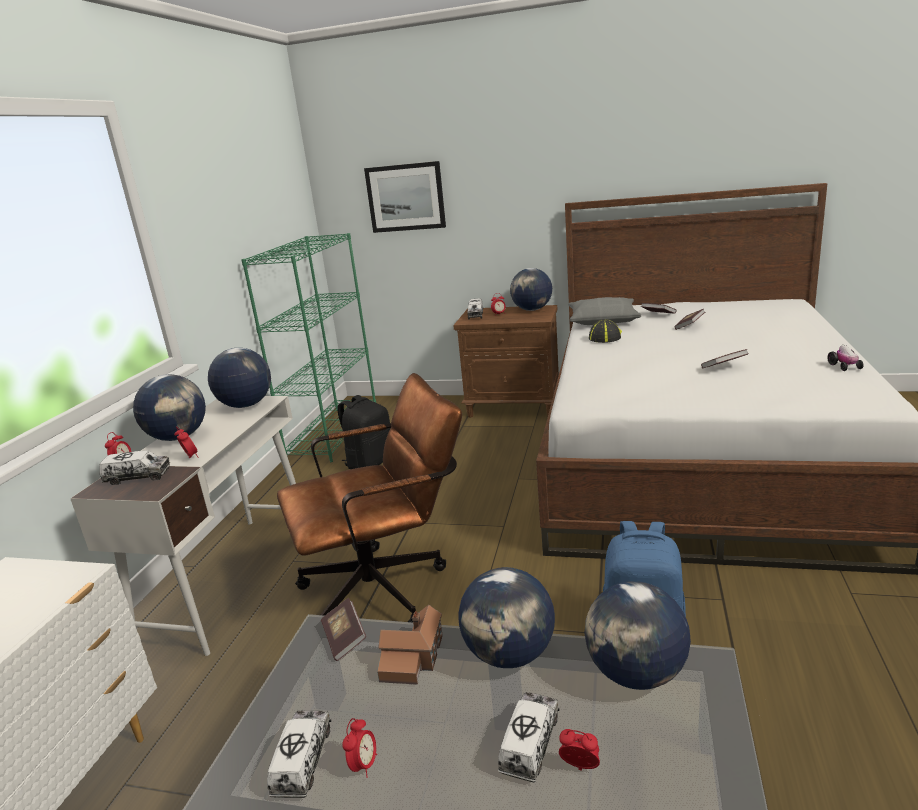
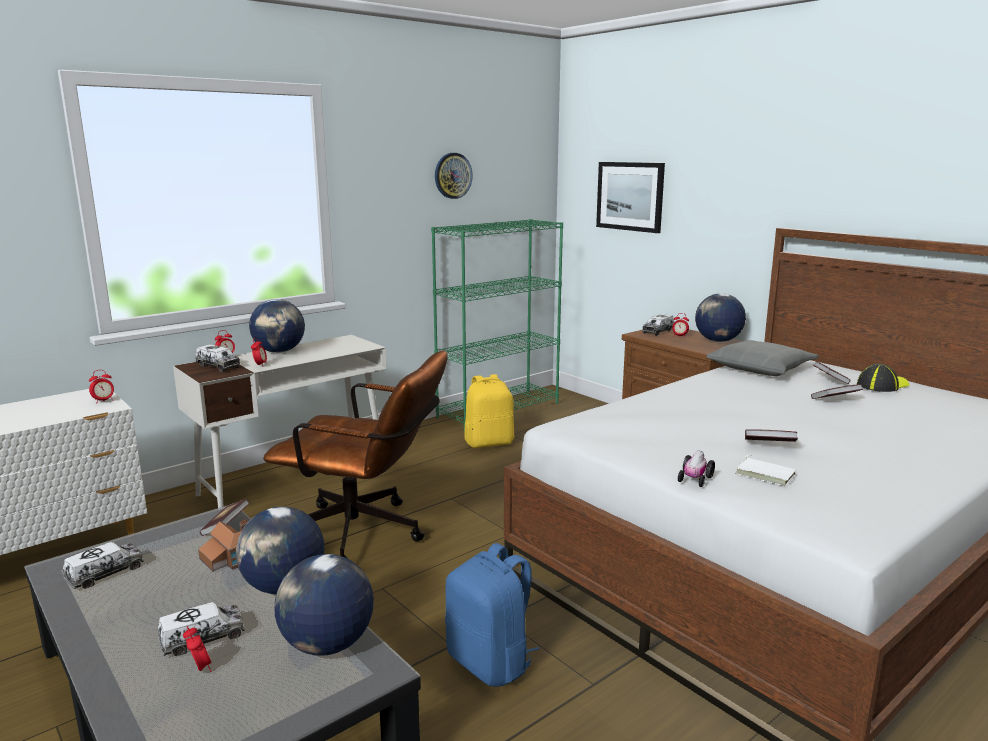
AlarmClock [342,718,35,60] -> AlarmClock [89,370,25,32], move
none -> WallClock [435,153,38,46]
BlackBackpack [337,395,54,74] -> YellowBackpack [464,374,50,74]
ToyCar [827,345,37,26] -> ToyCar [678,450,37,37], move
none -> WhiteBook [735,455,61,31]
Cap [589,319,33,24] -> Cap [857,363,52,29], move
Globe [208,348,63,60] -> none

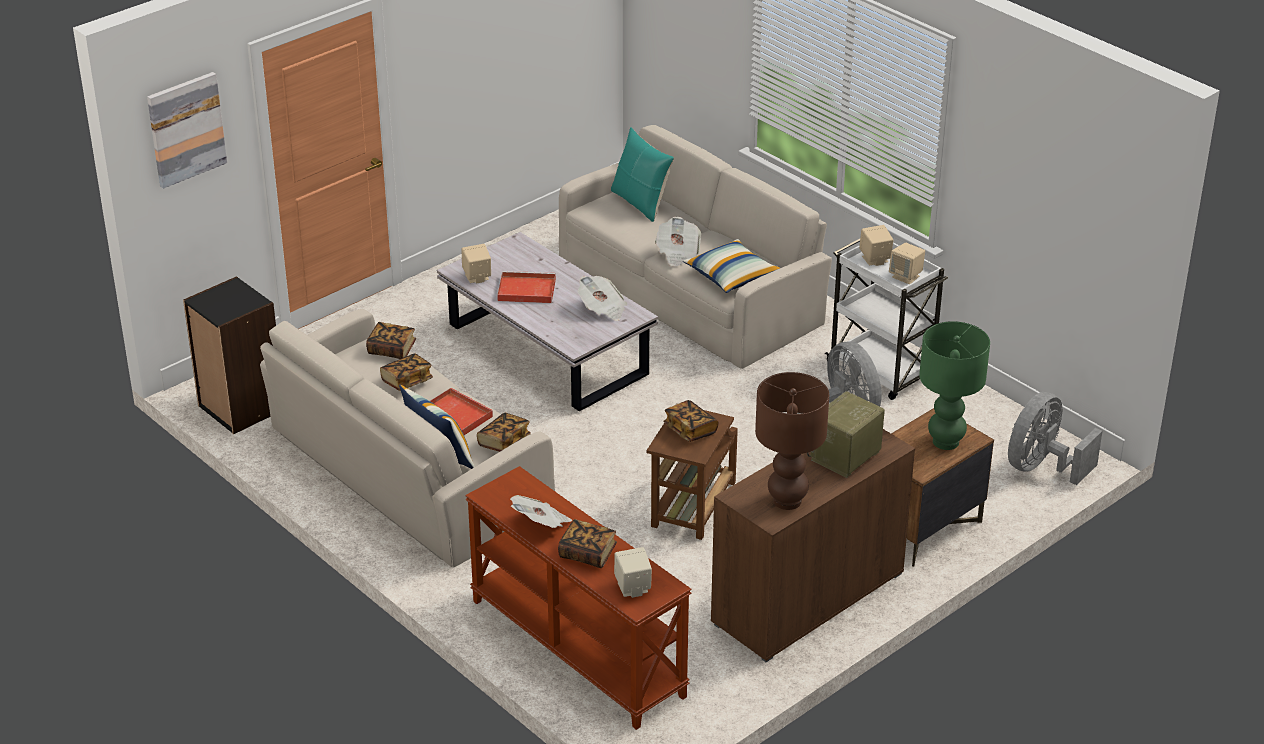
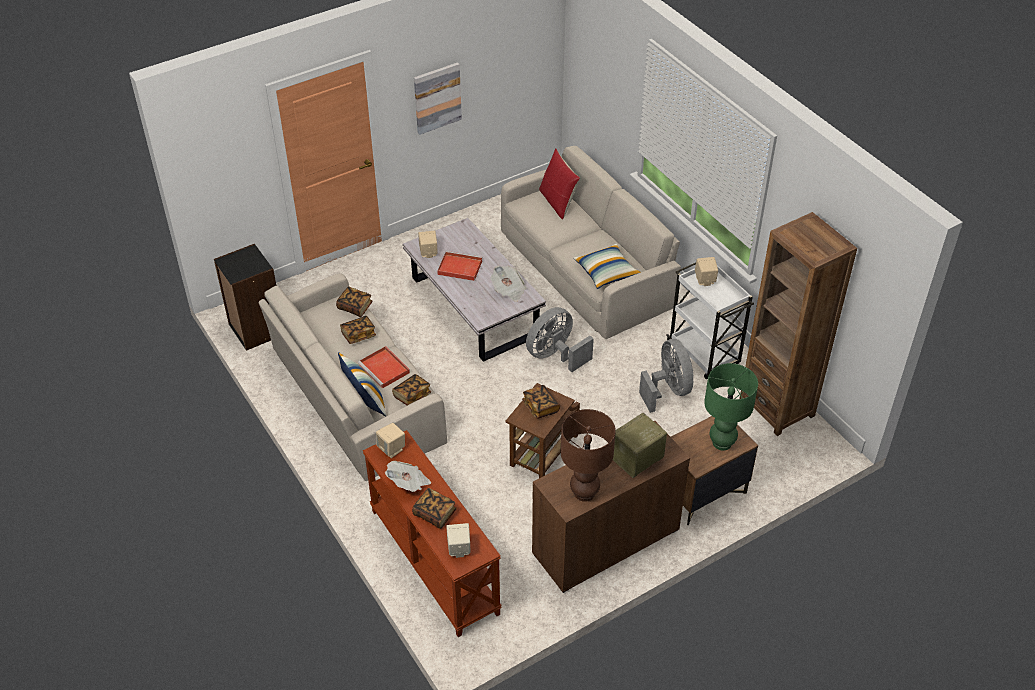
BeigeSpeaker [889,243,36,41] -> BeigeSpeaker [376,423,29,35], move
Picture [147,72,80,117] -> Picture [414,62,48,73], move
GreyFan [1008,392,95,93] -> GreyFan [526,307,68,65], move
TurquoisePillow [611,127,63,95] -> RedPillow [539,148,41,71]
none -> BrownBookcase [739,212,118,224]
Newspaper [655,217,46,50] -> none

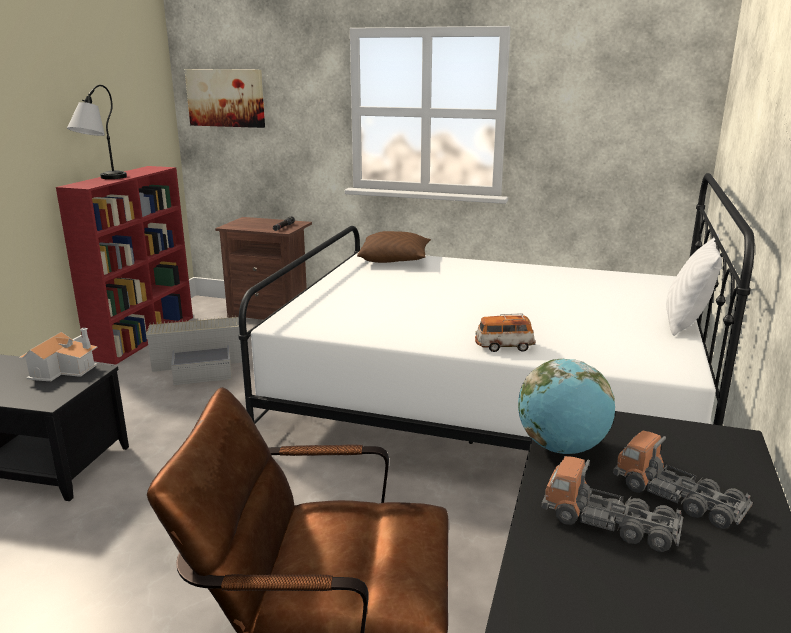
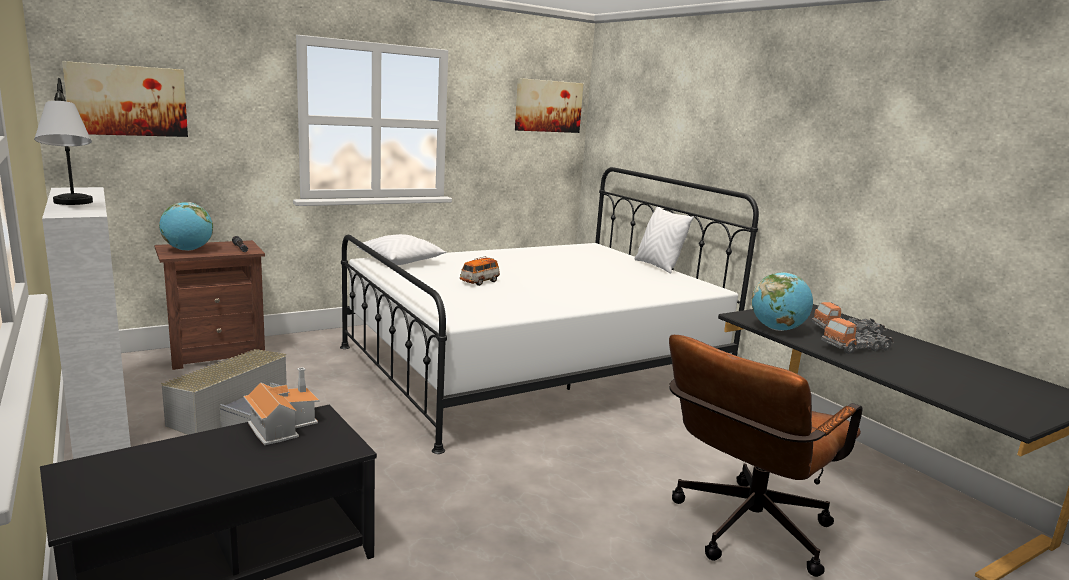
RedBookcase [56,166,137,199] -> WhiteBookcase [42,187,89,272]
none -> Globe [159,202,54,49]
BrownPillow [357,231,74,32] -> WhitePillow [357,234,90,31]
ToyCar [475,314,61,38] -> ToyCar [460,256,40,30], move
none -> Picture [515,78,68,55]

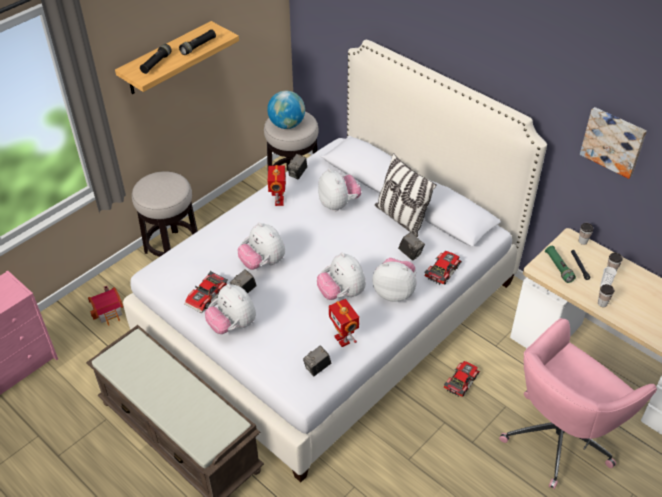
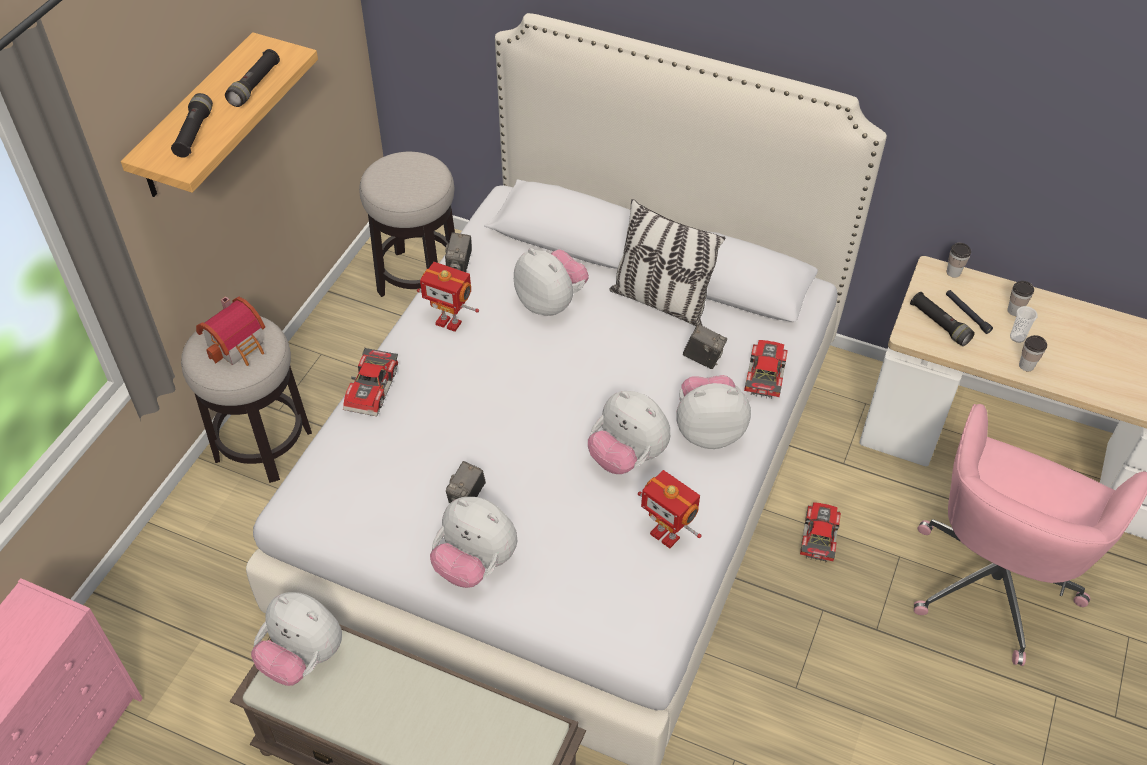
ToyHouse [88,286,35,40] -> ToyHouse [196,296,69,70], move
PlushToy [238,222,47,48] -> PlushToy [251,592,91,94], move
ToyCar [184,271,44,42] -> ToyCar [343,347,55,69], move
ToyRobot [268,165,18,41] -> ToyRobot [417,262,62,70], 135 degrees clockwise
GreenFlashlight [545,246,31,37] -> BlackFlashlight [910,292,65,54]
Globe [267,91,38,38] -> none
PhotoCamera [303,345,28,31] -> none
Picture [580,107,67,72] -> none

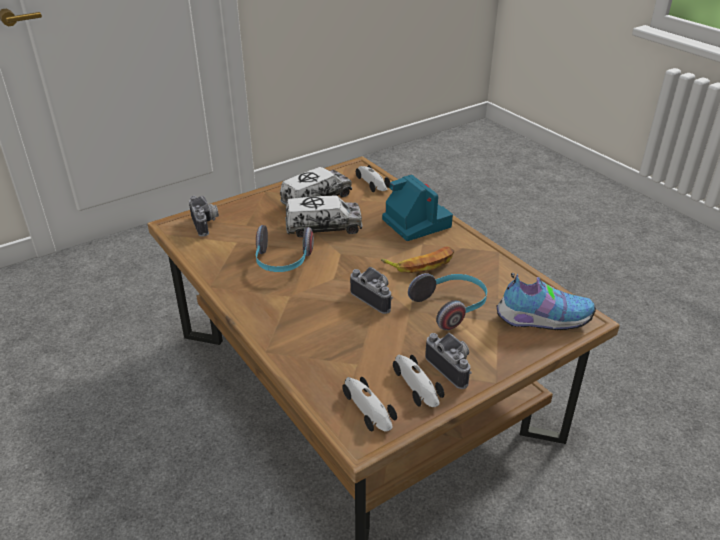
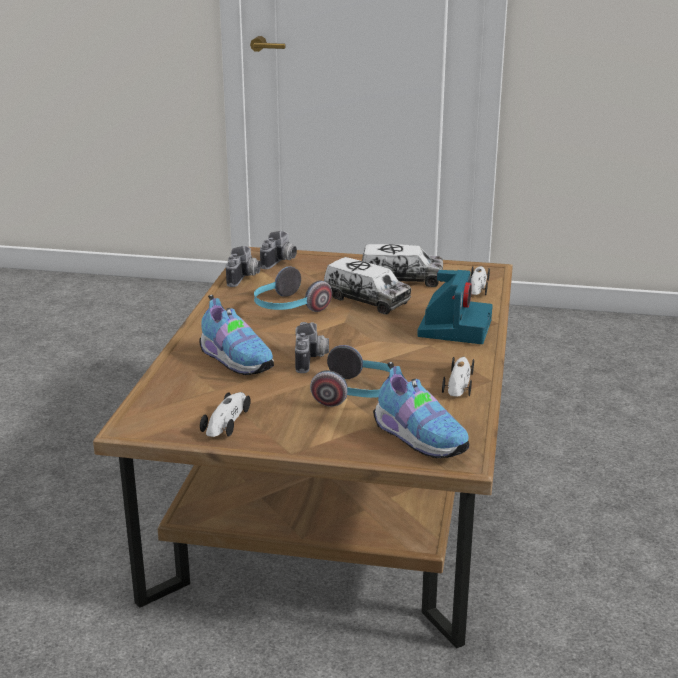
none -> Shoe [200,295,74,80]
PhotoCamera [425,333,47,56] -> PhotoCamera [226,246,35,41], move
ToyCar [342,377,55,55] -> ToyCar [442,356,32,41], move
Banana [381,246,73,27] -> none

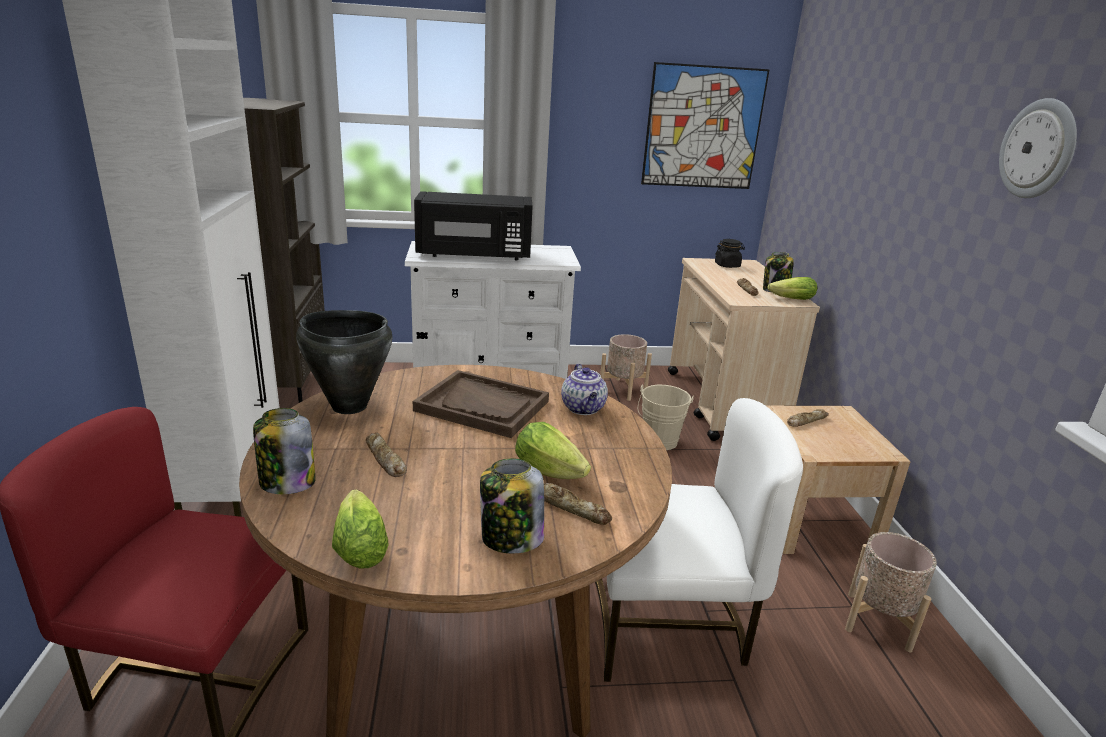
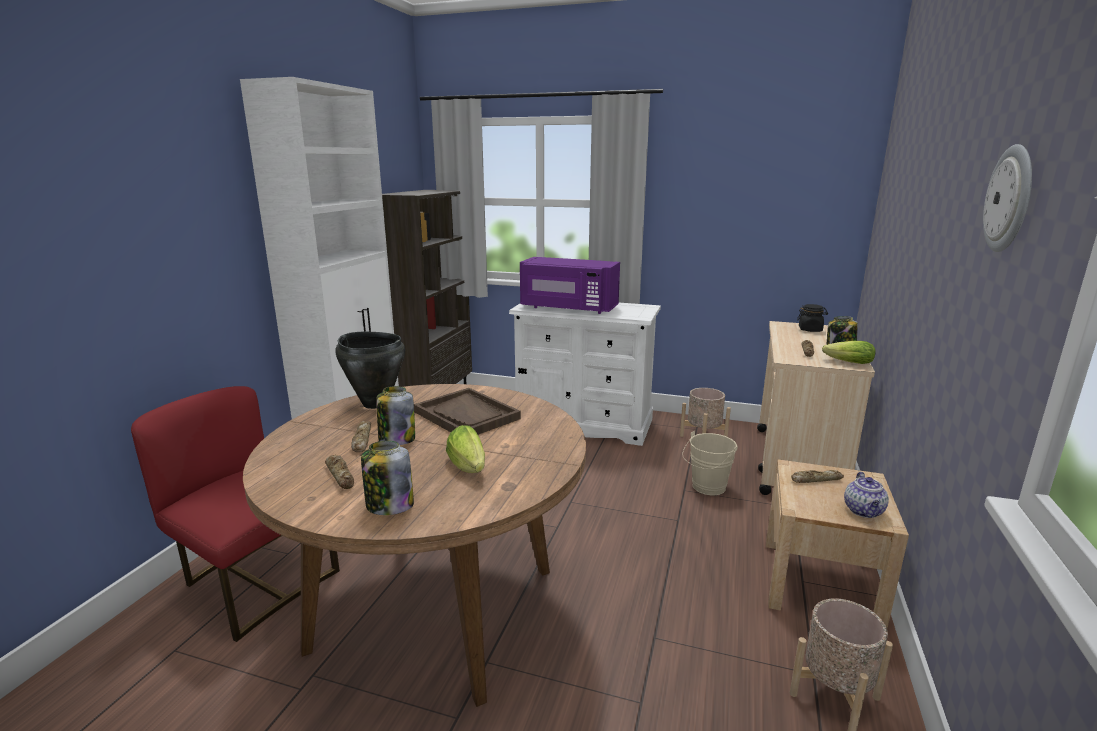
Bread [544,483,68,42] -> Bread [325,455,29,34], move
Jar [253,408,63,86] -> Jar [376,386,39,59], move
BlackMicrowave [414,191,119,69] -> PurpleMicrowave [520,257,100,57]
Teapot [561,364,47,51] -> Teapot [844,472,45,46], move
Lettuce [332,489,57,79] -> none
WhiteChair [595,398,208,284] -> none
Picture [641,62,129,127] -> none

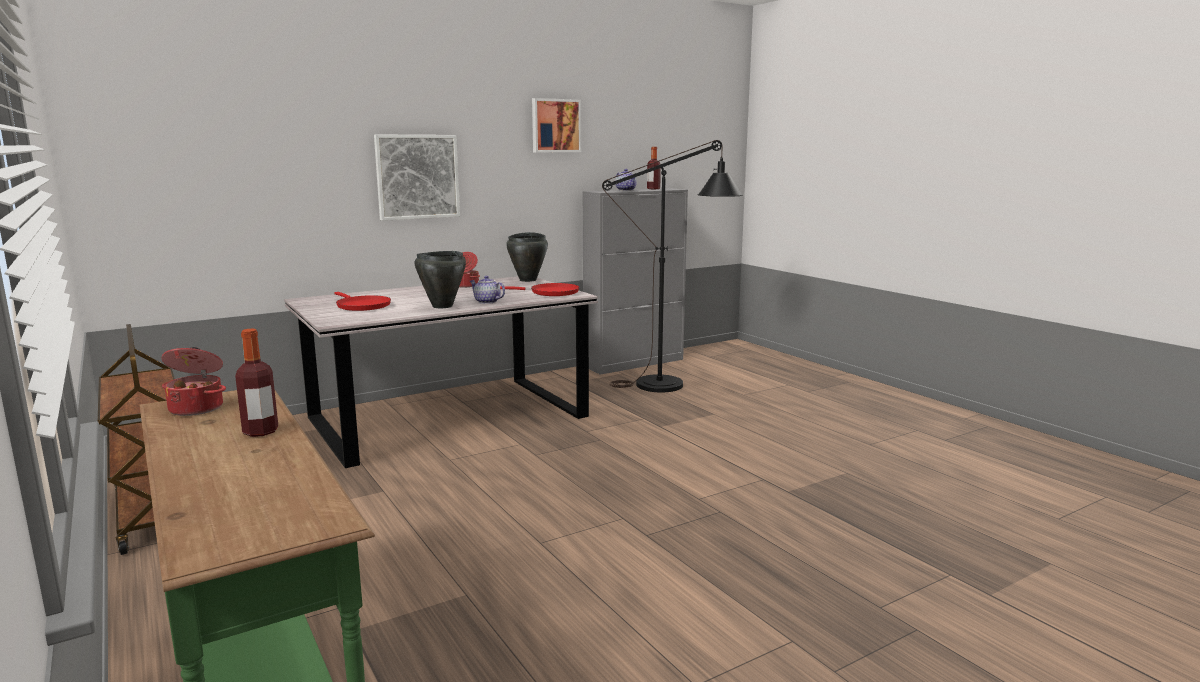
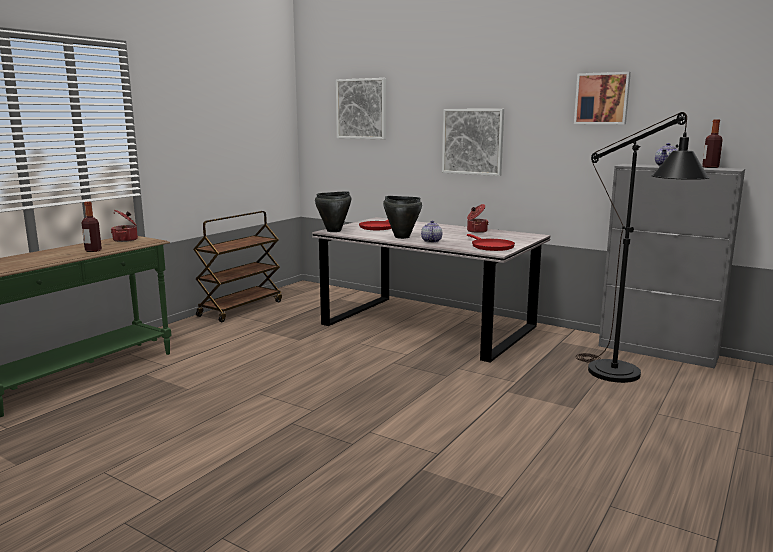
BlackCookingPot [506,232,42,50] -> BlackCookingPot [315,191,36,41], move
none -> Picture [336,78,50,61]

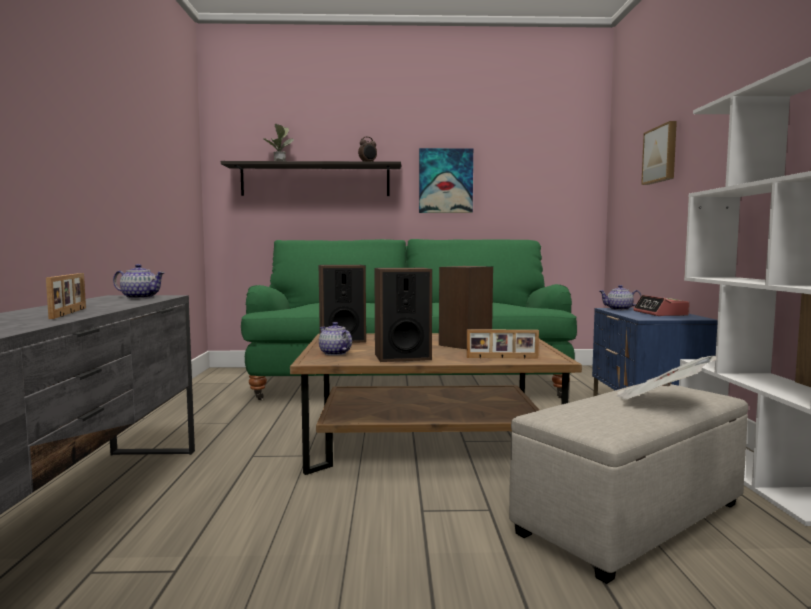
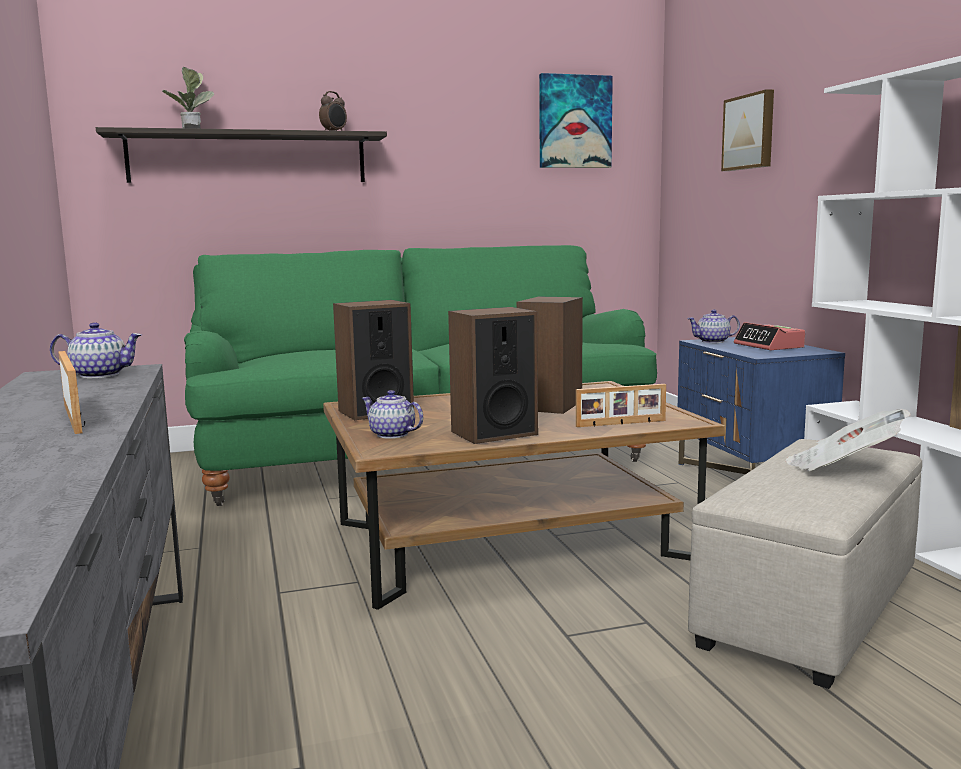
Picture [419,148,54,65] -> Picture [539,73,74,95], move

